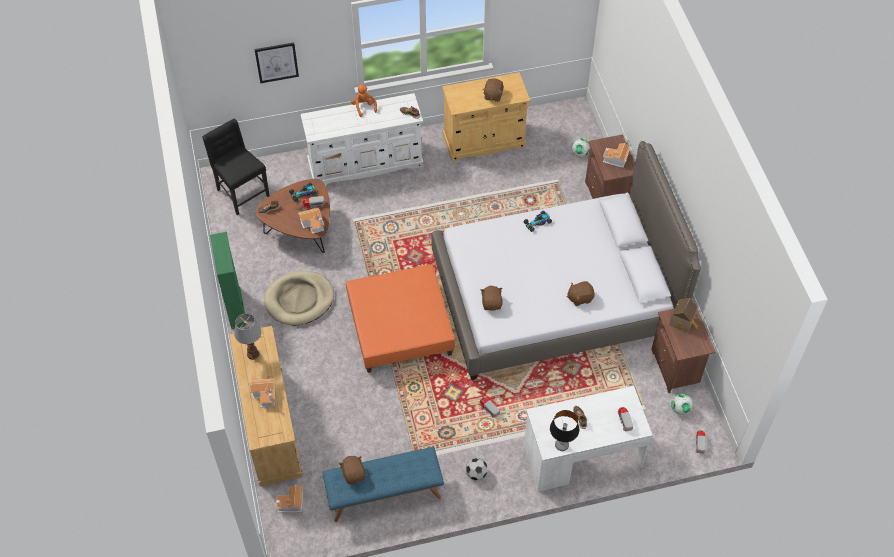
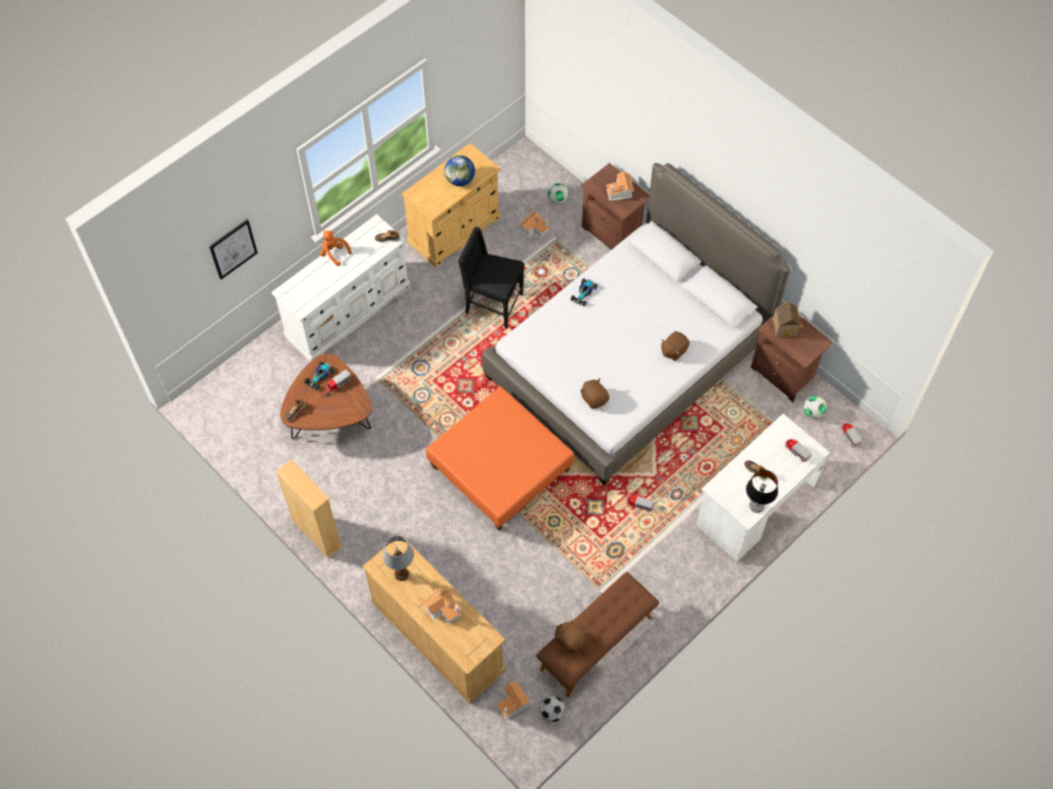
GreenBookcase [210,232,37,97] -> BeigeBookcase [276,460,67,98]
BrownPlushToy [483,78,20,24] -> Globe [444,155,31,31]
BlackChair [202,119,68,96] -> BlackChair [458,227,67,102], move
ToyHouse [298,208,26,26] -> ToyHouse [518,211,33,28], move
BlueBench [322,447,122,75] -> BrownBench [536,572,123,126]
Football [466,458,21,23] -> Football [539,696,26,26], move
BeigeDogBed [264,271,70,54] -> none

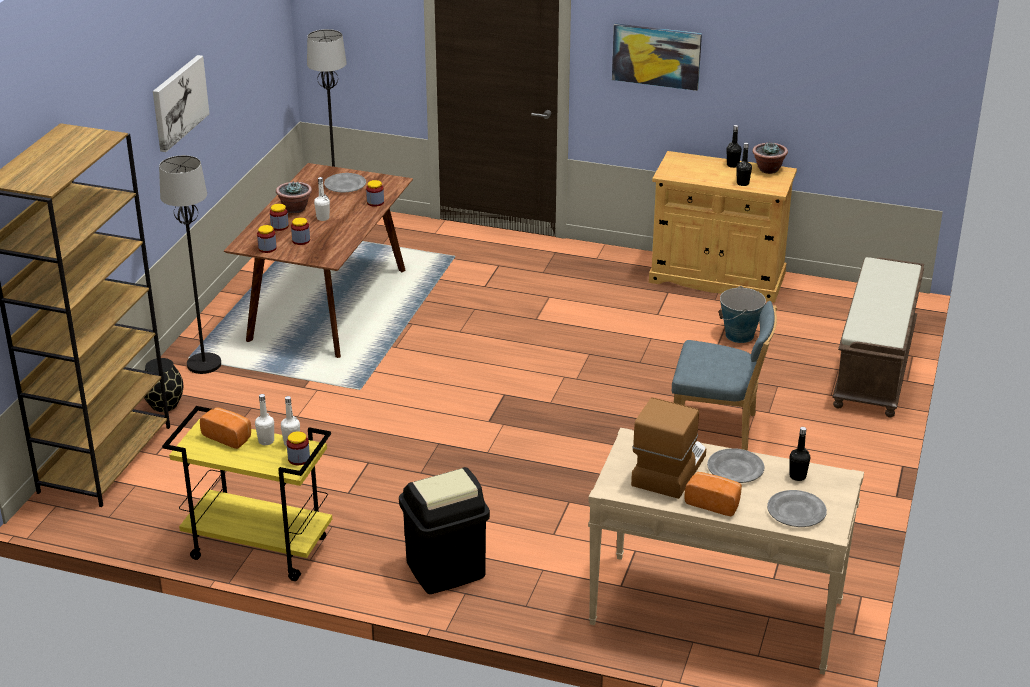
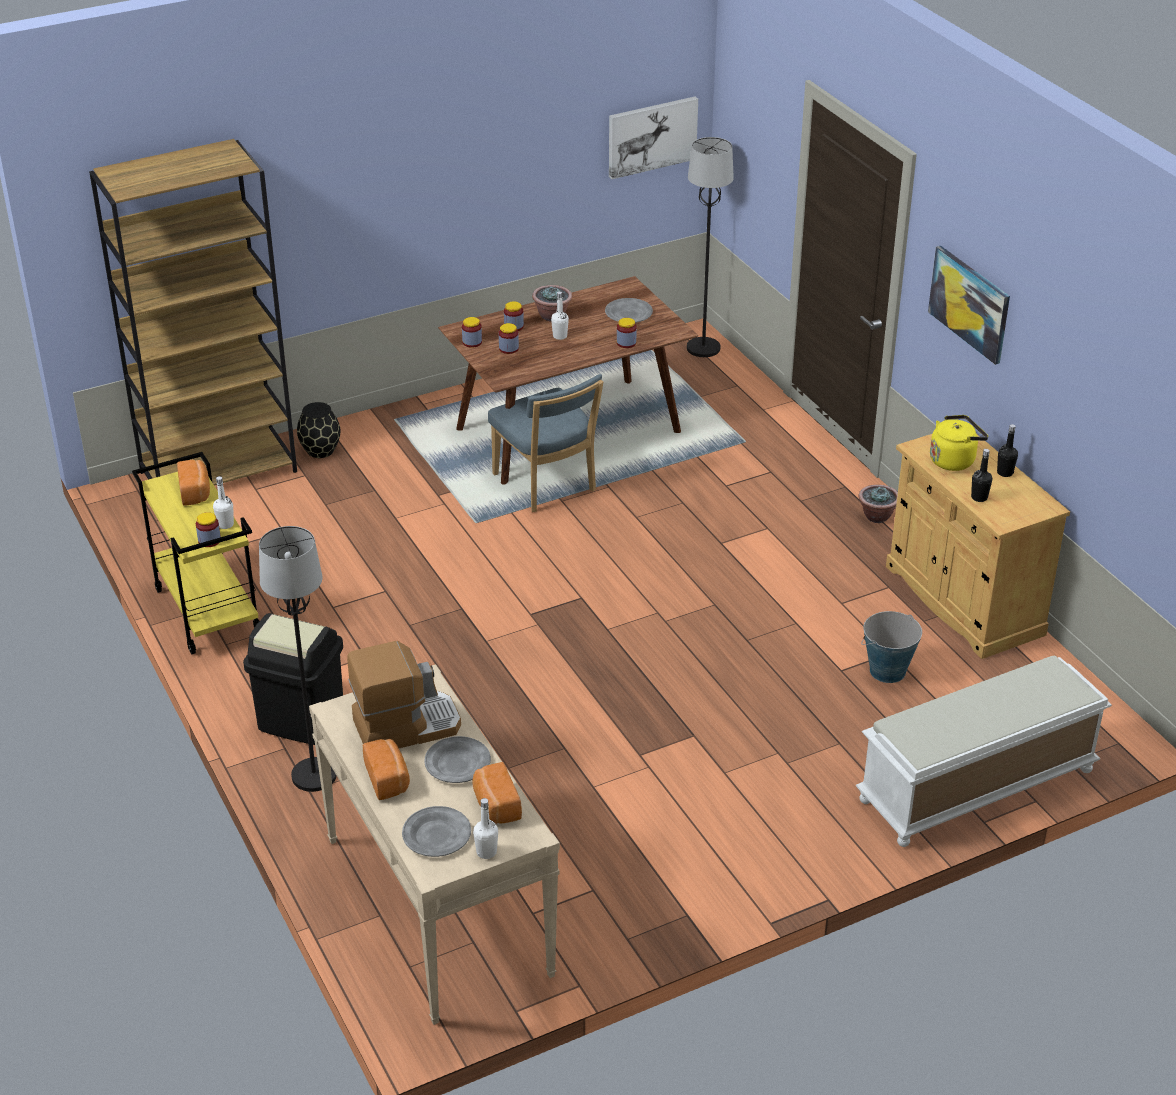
BlackFloorLamp [159,155,62,219] -> BlackFloorLamp [259,526,78,266], move
BlackBottle [789,427,21,54] -> Bread [472,762,50,62]
WhiteBottle [255,394,19,51] -> WhiteBottle [473,798,25,61], move
BlueChair [672,301,105,150] -> BlueChair [488,374,115,138], move
Picture [153,55,56,97] -> Picture [609,97,89,82], move
BrownBench [832,257,92,160] -> WhiteBench [856,656,256,191]
PottedPlant [752,142,36,32] -> PottedPlant [859,485,39,38], move
none -> YellowKettle [930,415,58,56]

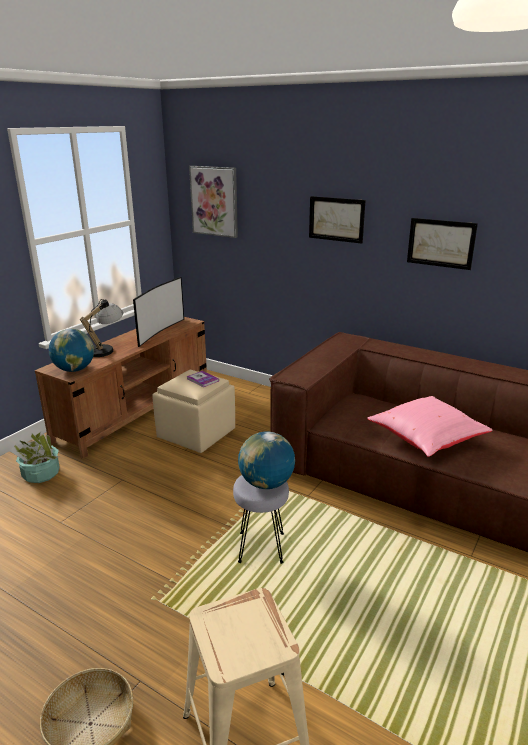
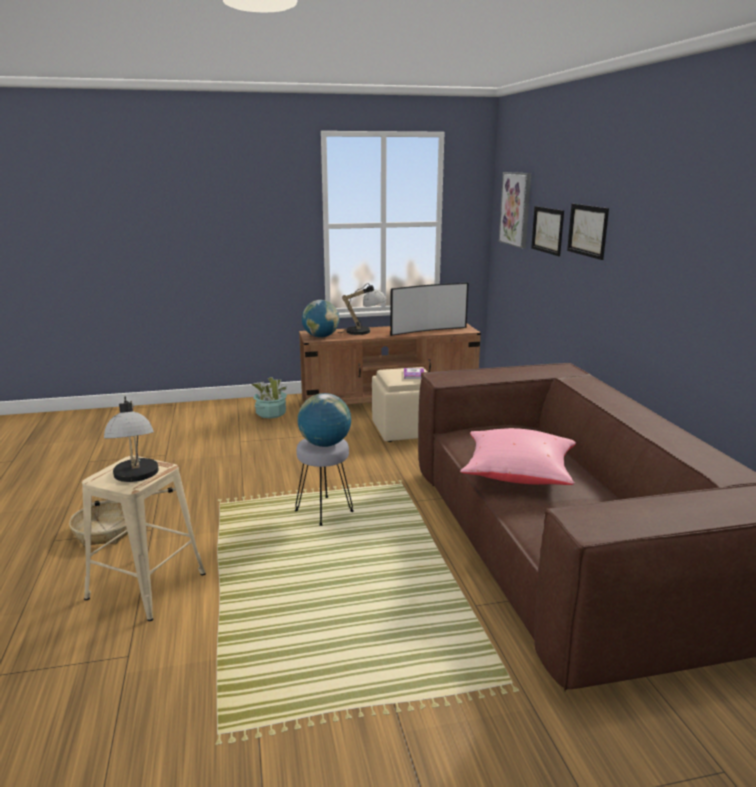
none -> TableLamp [104,396,55,86]
Picture [407,218,71,52] -> Picture [531,206,33,50], move

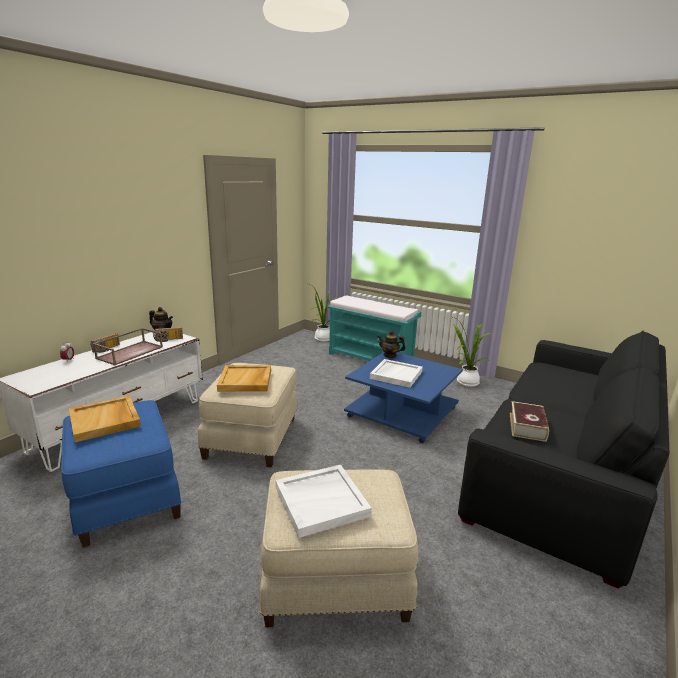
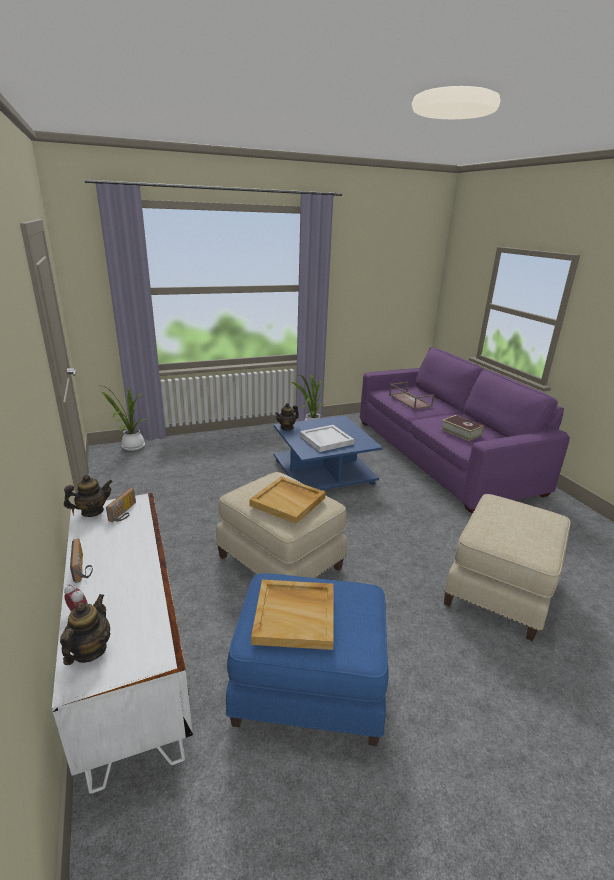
none -> Teapot [60,594,50,71]
BlackSofa [458,331,212,257] -> PurpleSofa [360,347,210,166]
BrownTray [93,328,70,37] -> BrownTray [389,382,45,28], move
WhiteTray [275,465,97,73] -> none
TurquoiseBench [327,295,94,66] -> none

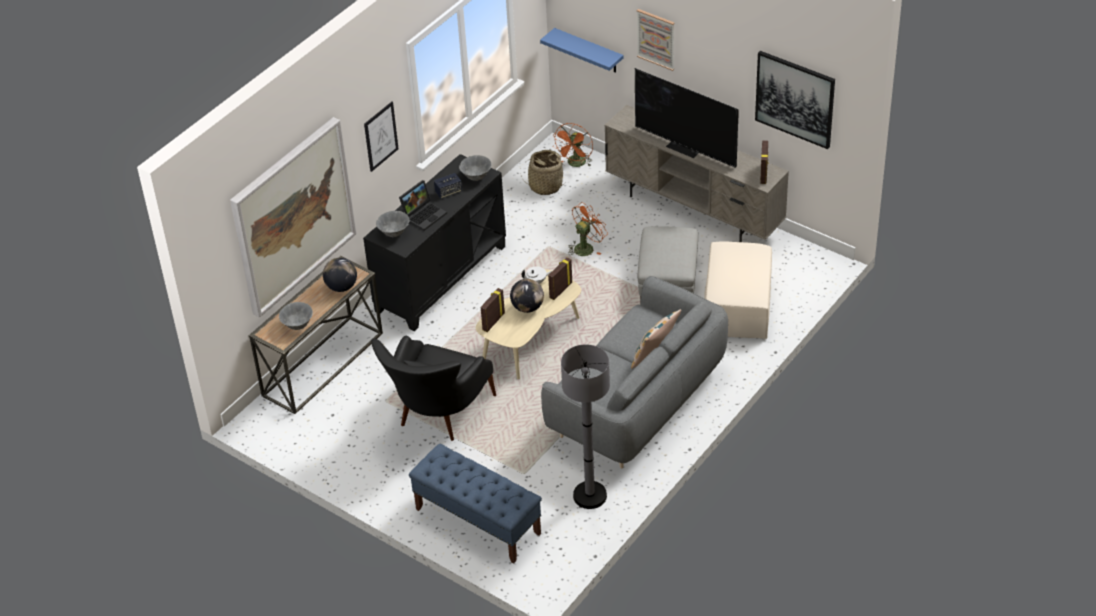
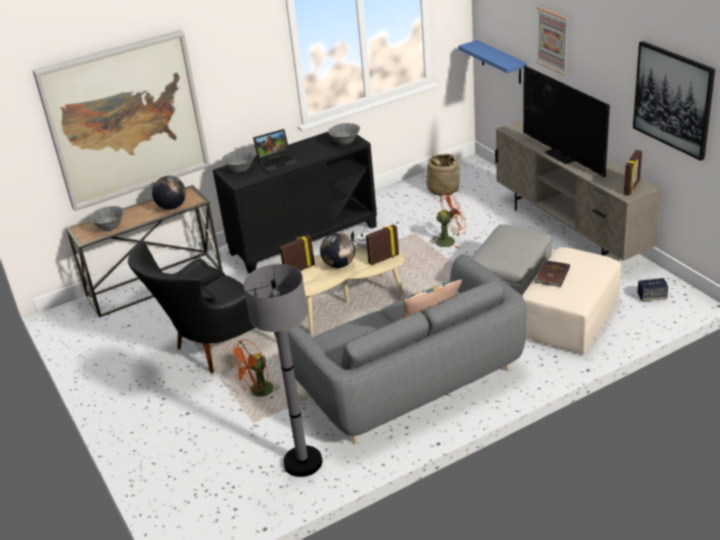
OrangeFan [553,123,40,44] -> OrangeFan [229,339,51,59], move
none -> BrownBook [533,260,37,27]
Speaker [434,173,28,26] -> Speaker [637,278,31,23], move
Picture [364,102,35,70] -> none
BlueBench [409,443,133,120] -> none

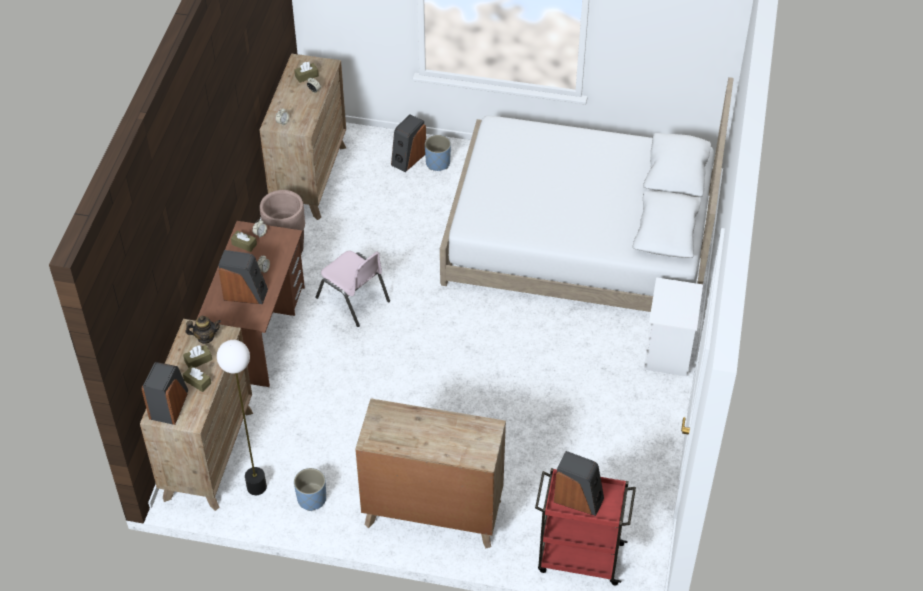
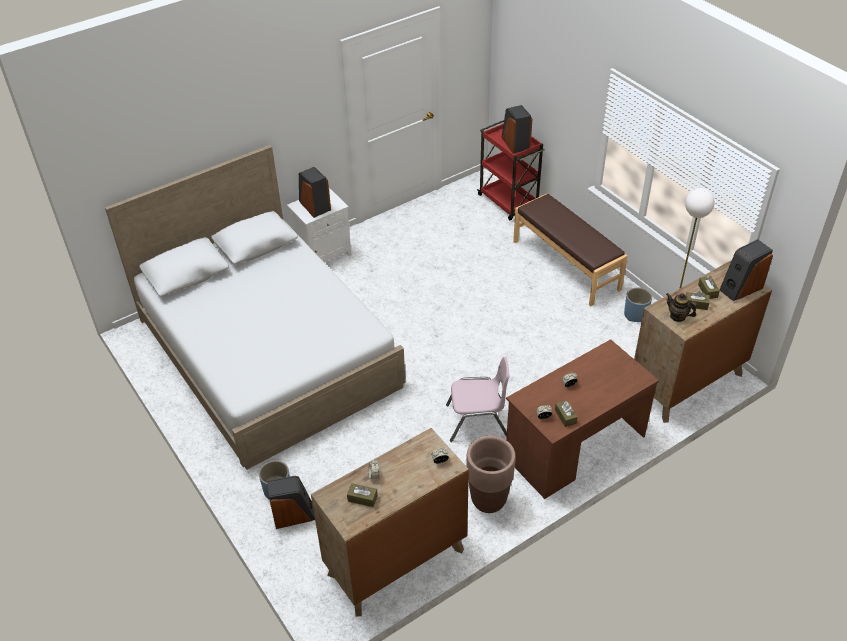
Speaker [218,250,50,54] -> Speaker [299,167,32,51], move
PinkChair [316,251,74,76] -> PinkChair [446,357,64,85], 90 degrees clockwise
BrownDresser [355,398,151,150] -> BrownBench [513,194,115,112]

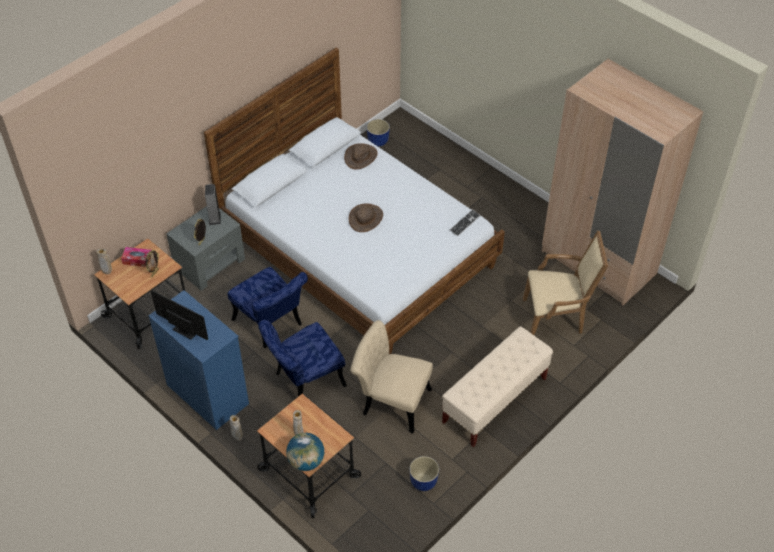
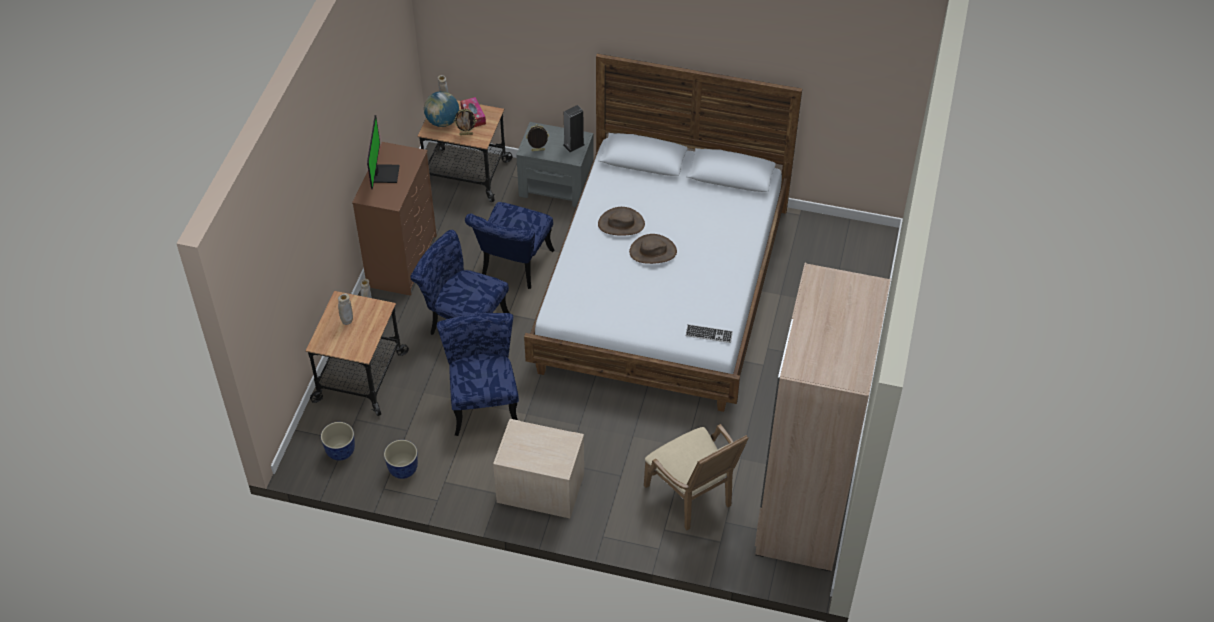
Planter [367,119,23,28] -> Planter [321,422,34,39], move
BlueDresser [148,290,101,140] -> BrownDresser [352,142,85,154]
Globe [286,433,38,38] -> Globe [424,91,35,36], move
BeigeChair [350,320,83,113] -> BlueChair [437,313,82,123]
BeigeBench [442,327,111,121] -> BeigeNightstand [493,419,91,99]
BrownHat [344,143,34,26] -> BrownHat [598,207,47,29], move

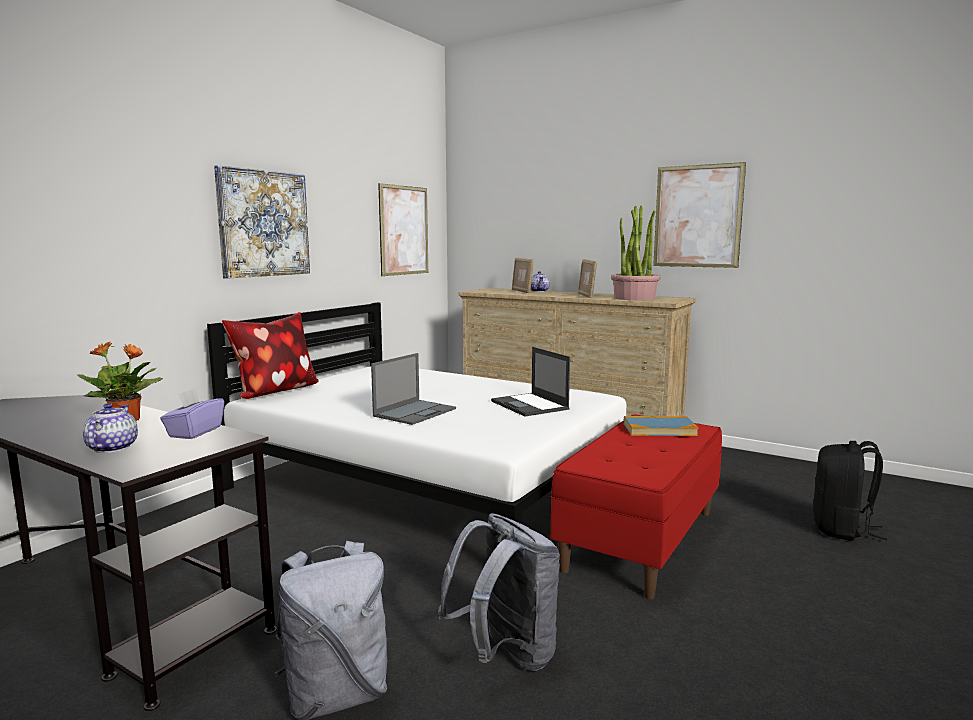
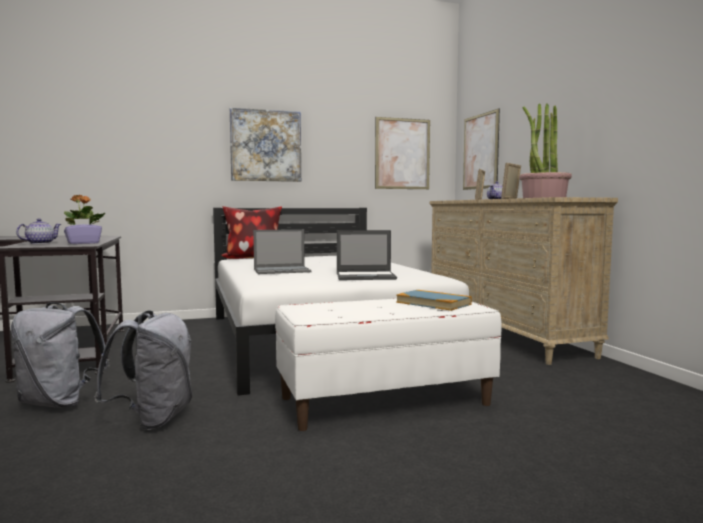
RedBench [551,414,171,185] -> WhiteBench [275,298,226,133]
Laptop [491,347,79,70] -> Laptop [337,230,60,50], 105 degrees counterclockwise
Picture [653,162,93,106] -> Picture [463,108,37,82], move
BlackBackpack [813,441,74,100] -> none

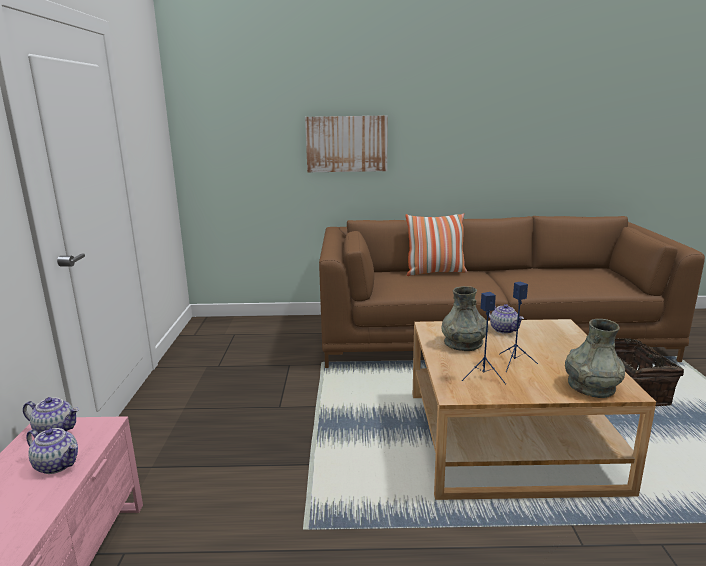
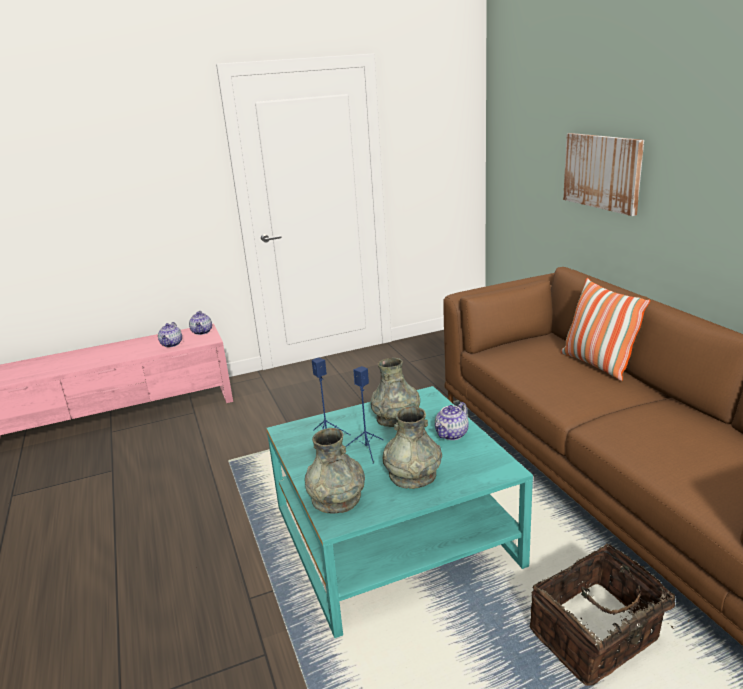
BeigeCoffeeTable [413,319,243,181] -> TurquoiseCoffeeTable [266,386,267,252]
none -> GreyVase [383,406,59,83]

